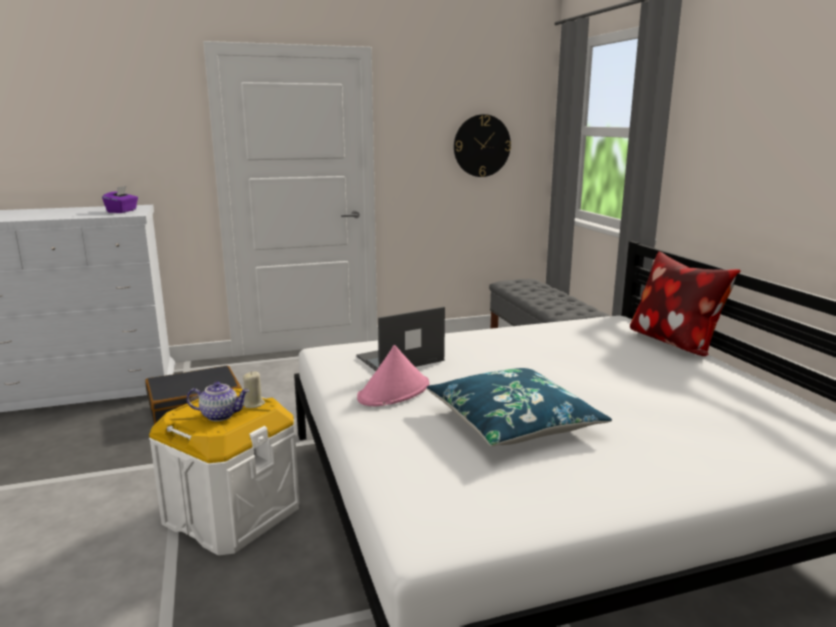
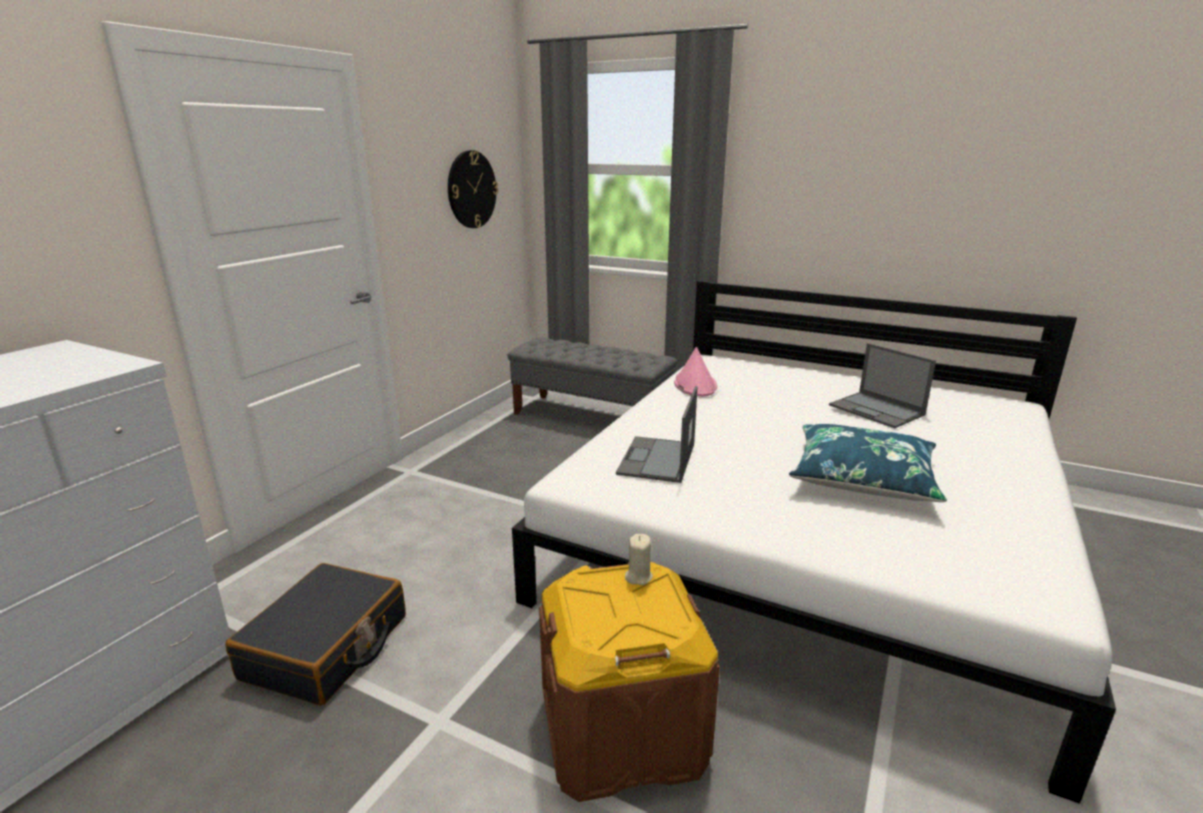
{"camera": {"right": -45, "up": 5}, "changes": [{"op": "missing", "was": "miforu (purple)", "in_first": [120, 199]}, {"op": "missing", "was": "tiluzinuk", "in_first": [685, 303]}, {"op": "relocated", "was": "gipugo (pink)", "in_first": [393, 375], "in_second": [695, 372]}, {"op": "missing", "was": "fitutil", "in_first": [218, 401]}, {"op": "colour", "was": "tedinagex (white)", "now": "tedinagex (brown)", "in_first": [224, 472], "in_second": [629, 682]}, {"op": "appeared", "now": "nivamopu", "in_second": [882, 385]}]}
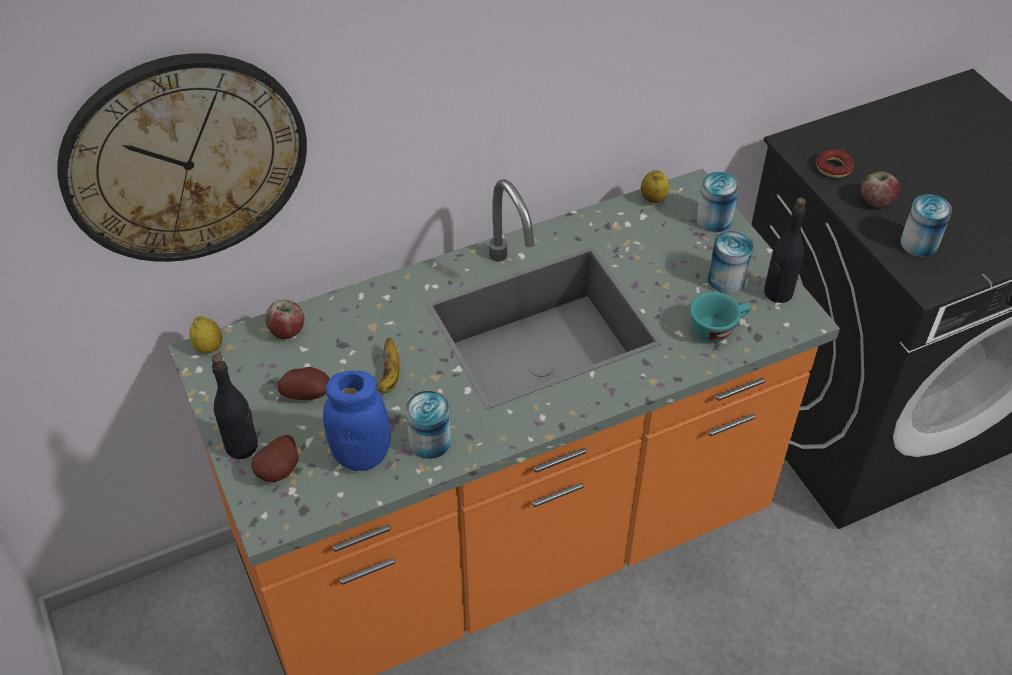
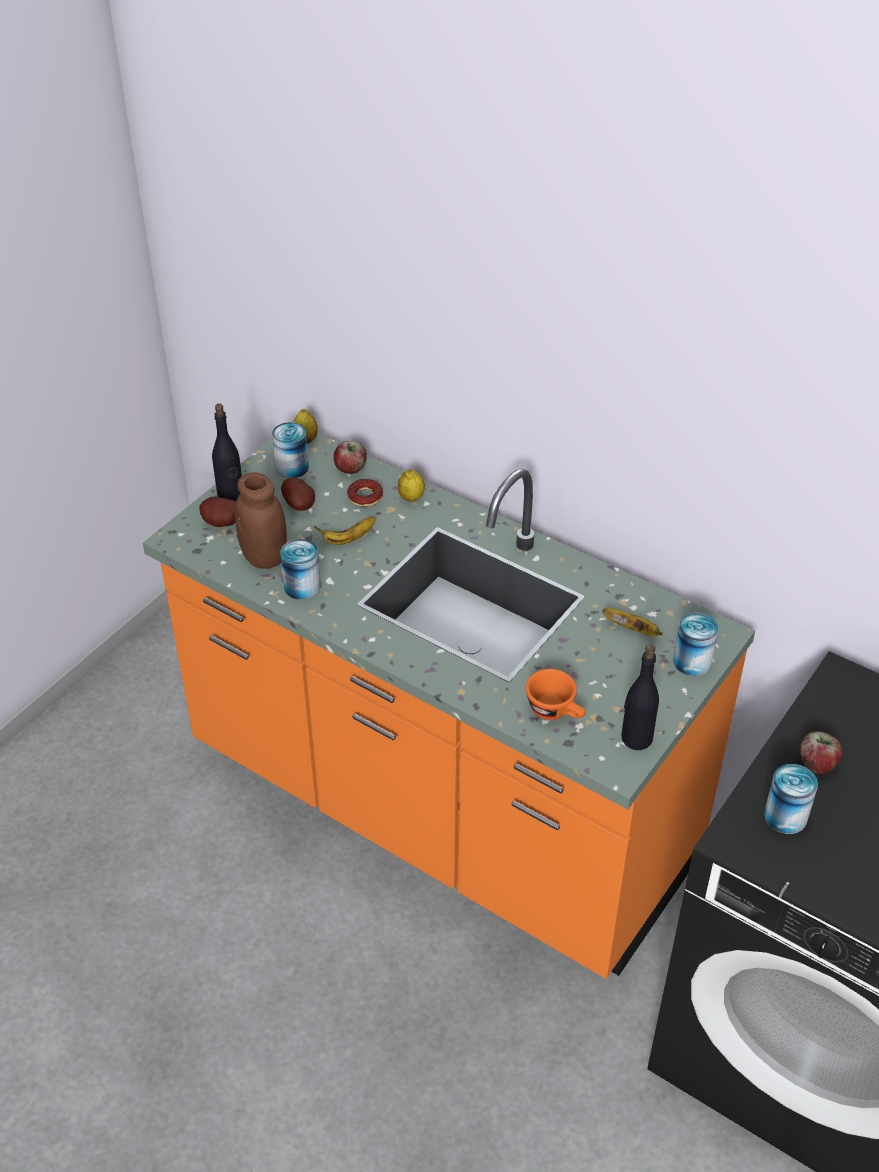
{"camera": {"right": 60, "up": -5}, "changes": [{"op": "missing", "was": "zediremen", "in_first": [182, 157]}, {"op": "relocated", "was": "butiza", "in_first": [835, 163], "in_second": [365, 493]}, {"op": "relocated", "was": "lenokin", "in_first": [655, 186], "in_second": [411, 485]}, {"op": "relocated", "was": "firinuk", "in_first": [730, 262], "in_second": [290, 450]}, {"op": "colour", "was": "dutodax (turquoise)", "now": "dutodax (orange)", "in_first": [720, 317], "in_second": [556, 694]}, {"op": "colour", "was": "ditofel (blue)", "now": "ditofel (brown)", "in_first": [357, 421], "in_second": [261, 520]}, {"op": "appeared", "now": "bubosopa", "in_second": [632, 622]}]}
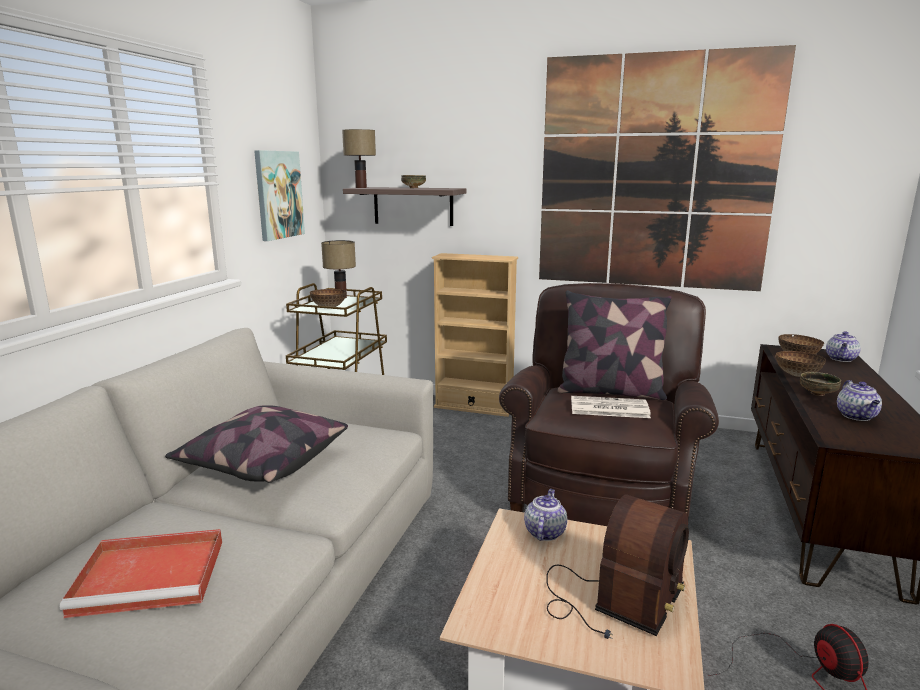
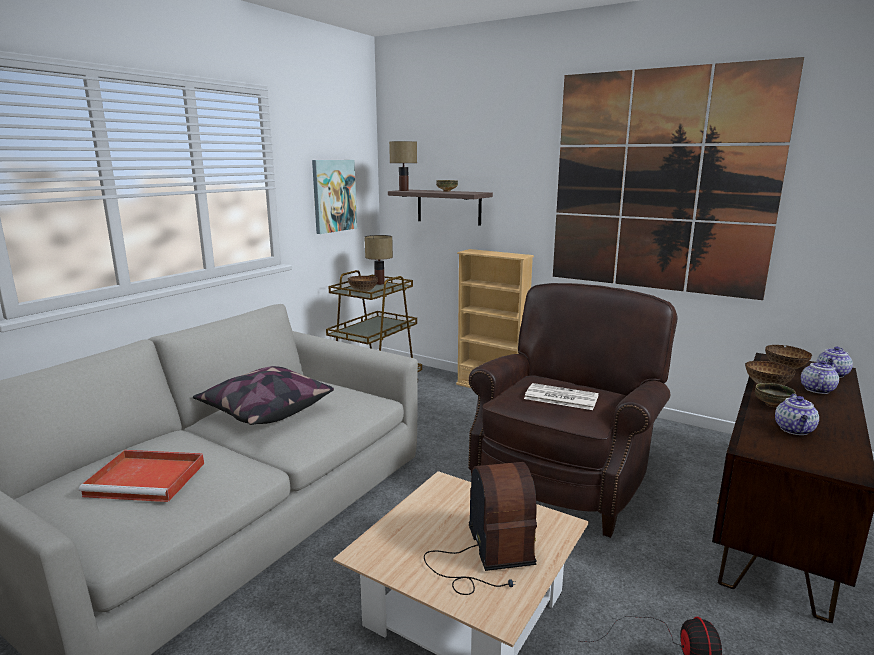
{"camera": {"right": 15, "up": 0}, "changes": [{"op": "missing", "was": "tiluzinuk", "in_first": [614, 345]}, {"op": "relocated", "was": "fitutil", "in_first": [545, 515], "in_second": [820, 377]}, {"op": "spun", "was": "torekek", "in_first": [617, 566], "in_second": [480, 528], "clockwise": -60}]}
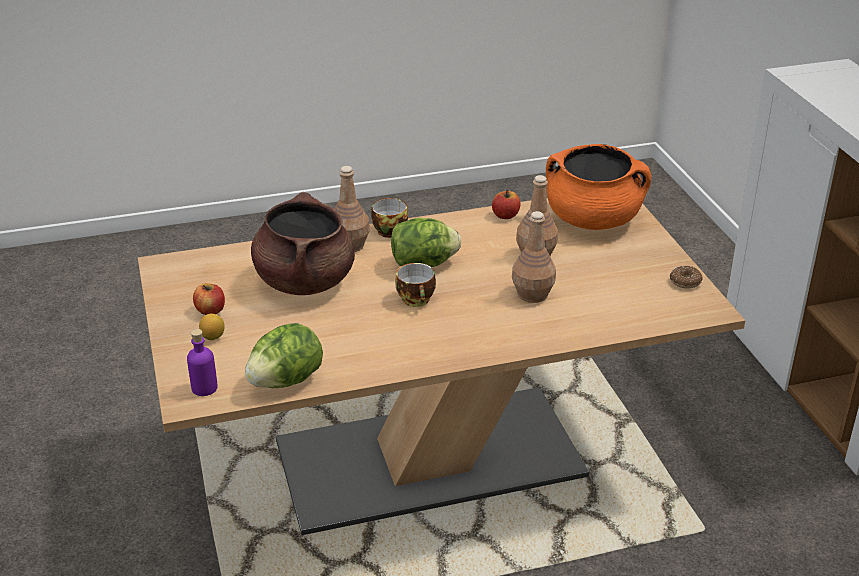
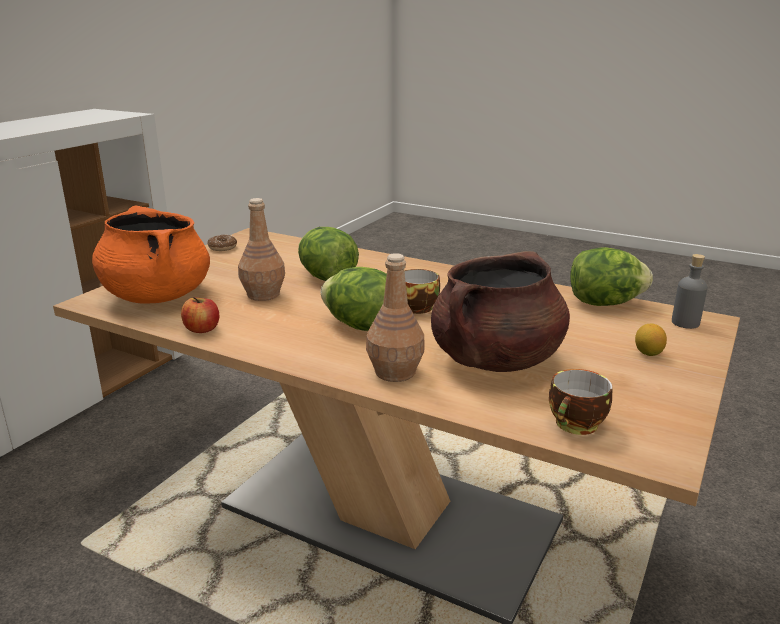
{"camera": {"right": -135, "up": -10}, "changes": [{"op": "relocated", "was": "dutodax", "in_first": [389, 218], "in_second": [581, 402]}, {"op": "exchanged", "was": "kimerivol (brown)", "now": "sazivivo", "in_first": [534, 257], "in_second": [328, 254]}, {"op": "missing", "was": "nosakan", "in_first": [209, 299]}, {"op": "colour", "was": "kimerivol (purple)", "now": "kimerivol (grey)", "in_first": [202, 362], "in_second": [689, 291]}]}
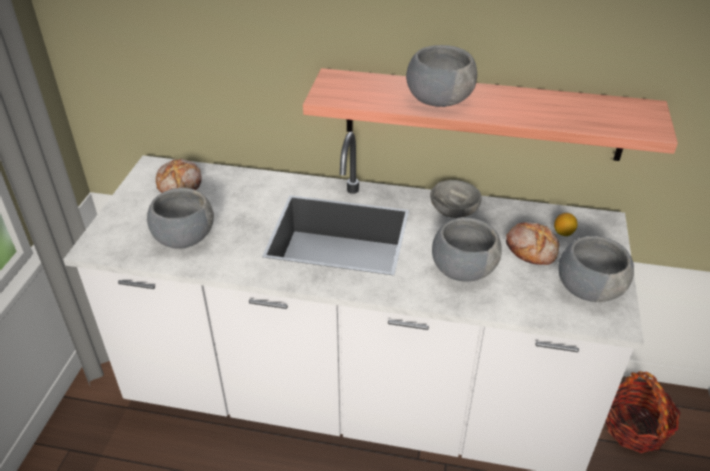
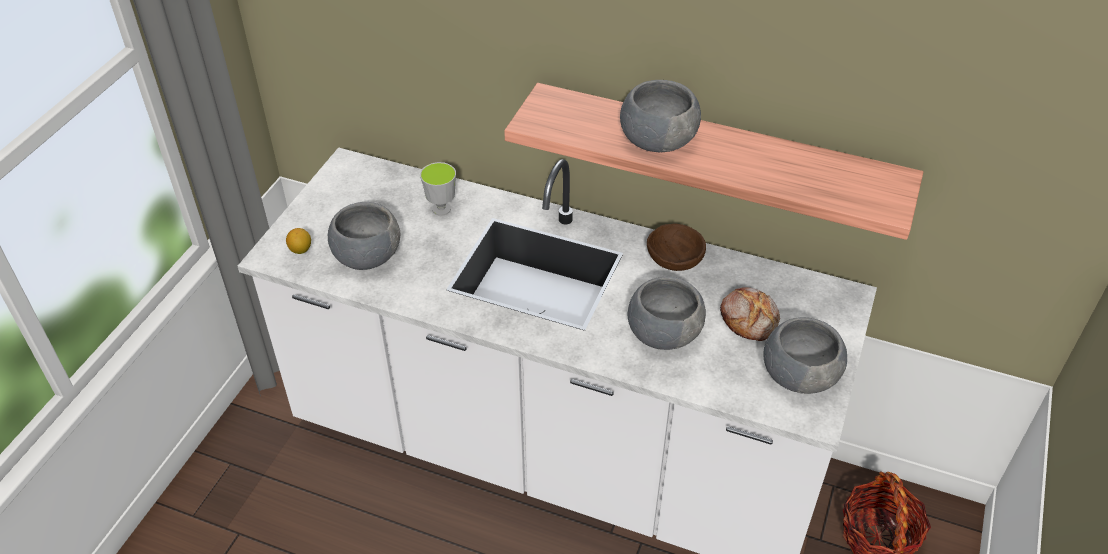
{"camera": {"right": 10, "up": 5}, "changes": [{"op": "missing", "was": "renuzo", "in_first": [179, 176]}, {"op": "colour", "was": "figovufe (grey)", "now": "figovufe (brown)", "in_first": [456, 199], "in_second": [676, 247]}, {"op": "relocated", "was": "lenokin", "in_first": [565, 224], "in_second": [298, 241]}, {"op": "appeared", "now": "dutodax", "in_second": [438, 189]}]}
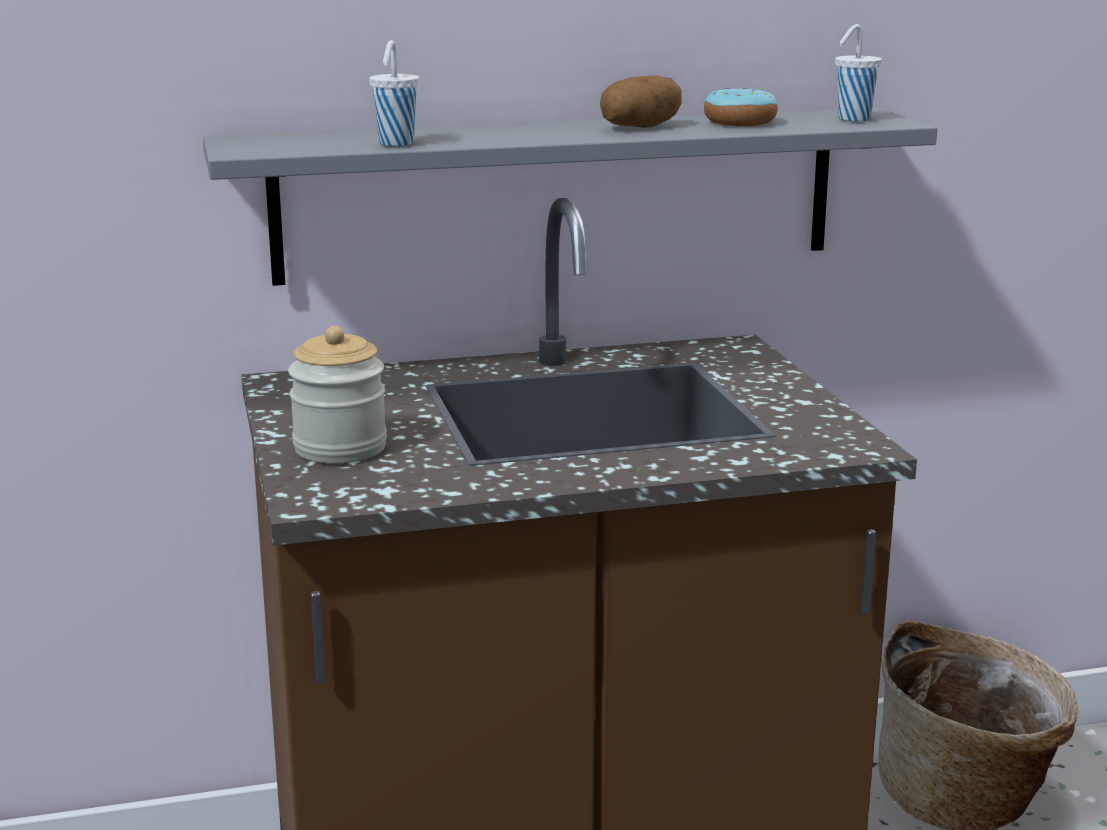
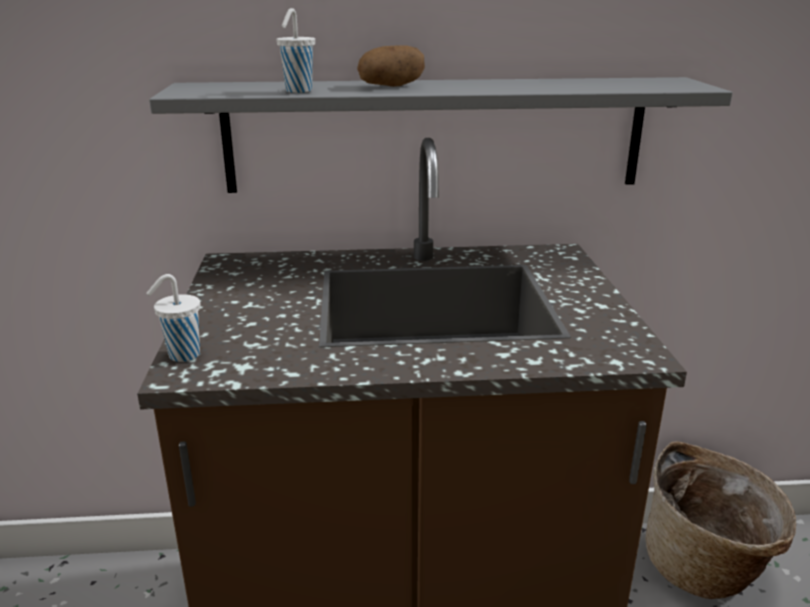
{"camera": {"right": 10, "up": 5}, "changes": [{"op": "relocated", "was": "dutodax (white)", "in_first": [858, 73], "in_second": [173, 318]}, {"op": "relocated", "was": "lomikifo", "in_first": [640, 101], "in_second": [391, 66]}, {"op": "missing", "was": "butiza", "in_first": [741, 107]}, {"op": "missing", "was": "ditofel", "in_first": [337, 394]}]}
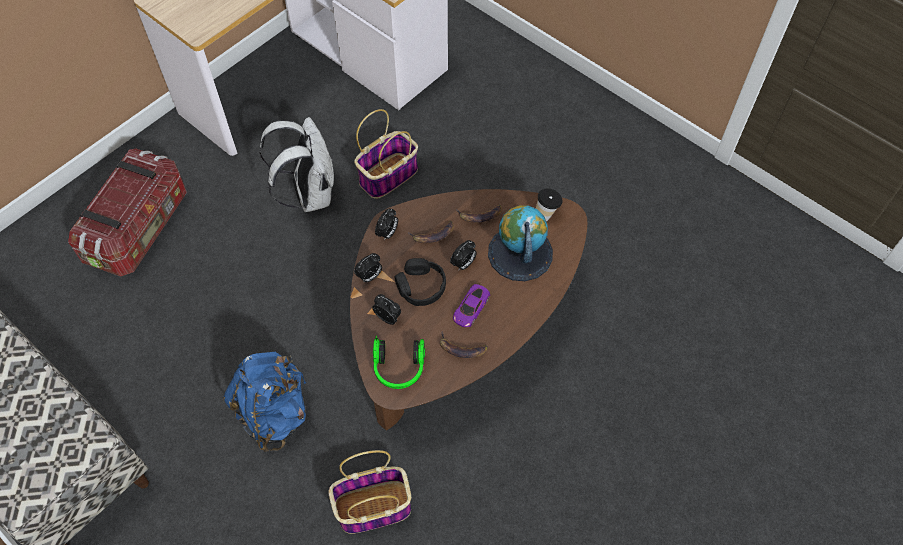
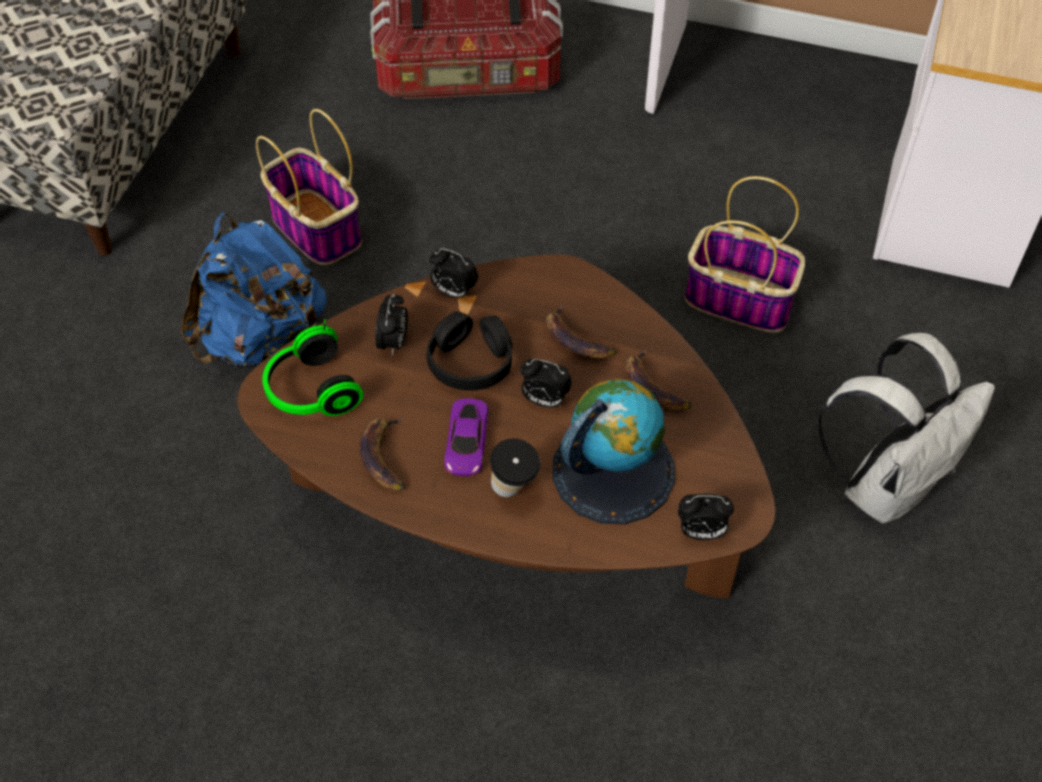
{"camera": {"right": 65, "up": -5}, "changes": [{"op": "relocated", "was": "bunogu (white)", "in_first": [297, 164], "in_second": [907, 428]}, {"op": "relocated", "was": "dutodax", "in_first": [549, 205], "in_second": [515, 468]}, {"op": "relocated", "was": "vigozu", "in_first": [386, 225], "in_second": [706, 516]}, {"op": "spun", "was": "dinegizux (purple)", "in_first": [471, 305], "in_second": [466, 437], "clockwise": -90}, {"op": "relocated", "was": "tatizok", "in_first": [369, 492], "in_second": [309, 187]}]}
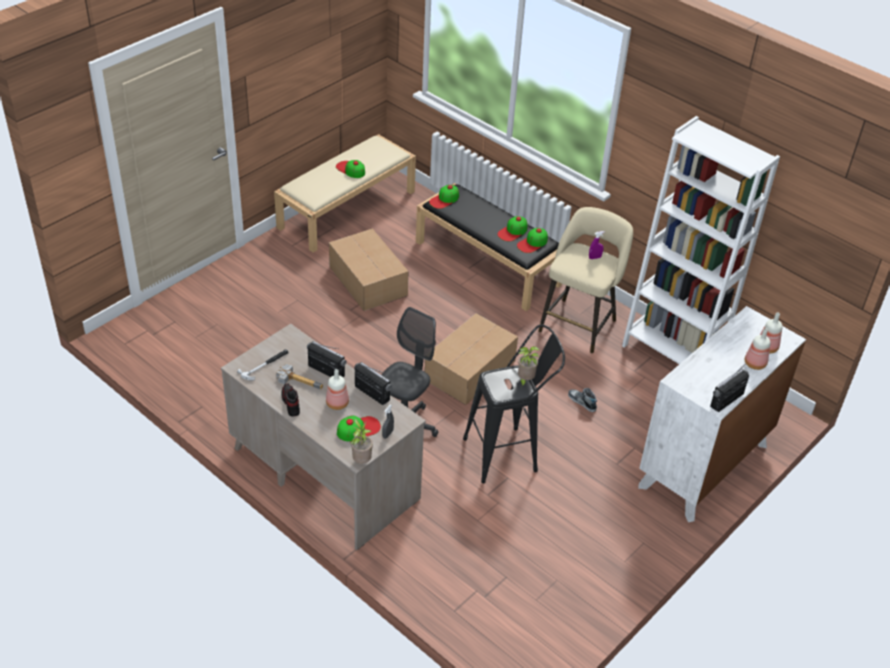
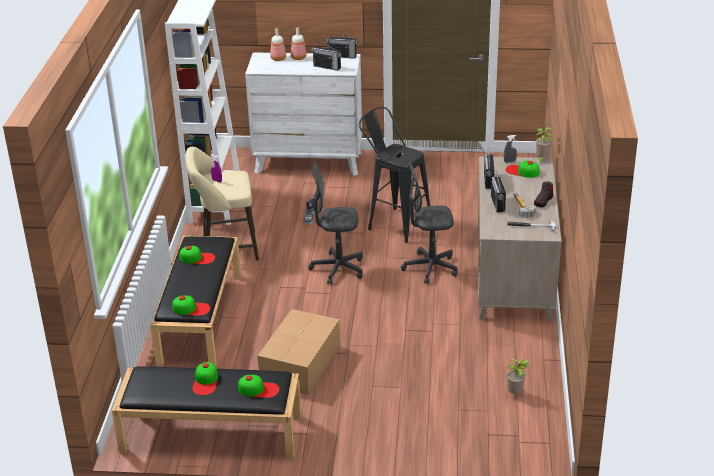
{"camera": {"right": -125, "up": -10}, "changes": [{"op": "colour", "was": "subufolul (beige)", "now": "subufolul (black)", "in_first": [345, 193], "in_second": [206, 413]}, {"op": "relocated", "was": "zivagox", "in_first": [532, 240], "in_second": [258, 386]}, {"op": "exchanged", "was": "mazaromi", "now": "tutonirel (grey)", "in_first": [471, 359], "in_second": [335, 223]}, {"op": "relocated", "was": "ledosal", "in_first": [529, 366], "in_second": [518, 376]}, {"op": "missing", "was": "kimerivol", "in_first": [337, 389]}, {"op": "appeared", "now": "torekek", "in_second": [326, 55]}]}
